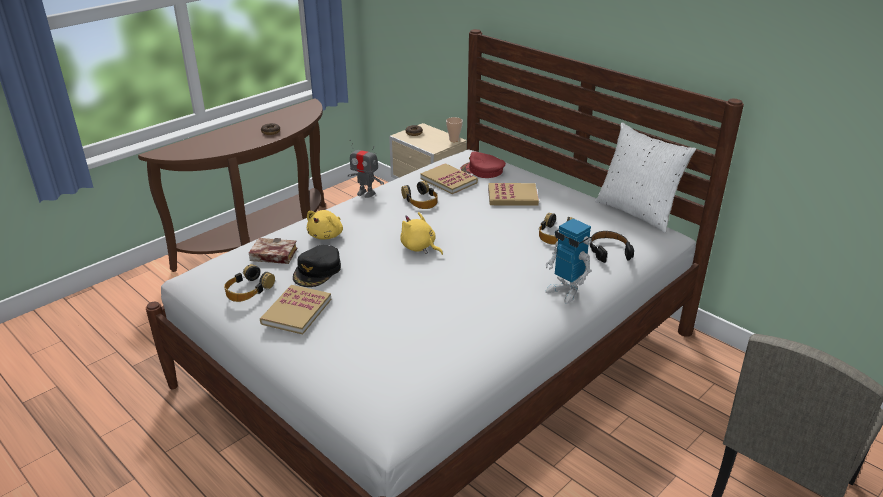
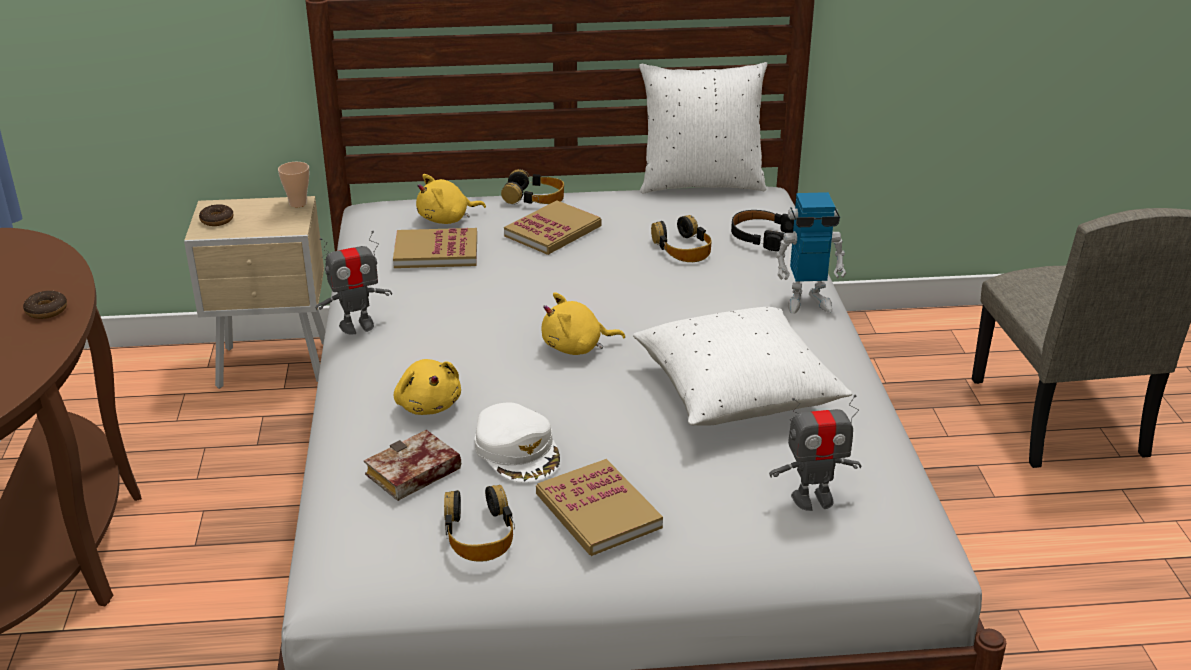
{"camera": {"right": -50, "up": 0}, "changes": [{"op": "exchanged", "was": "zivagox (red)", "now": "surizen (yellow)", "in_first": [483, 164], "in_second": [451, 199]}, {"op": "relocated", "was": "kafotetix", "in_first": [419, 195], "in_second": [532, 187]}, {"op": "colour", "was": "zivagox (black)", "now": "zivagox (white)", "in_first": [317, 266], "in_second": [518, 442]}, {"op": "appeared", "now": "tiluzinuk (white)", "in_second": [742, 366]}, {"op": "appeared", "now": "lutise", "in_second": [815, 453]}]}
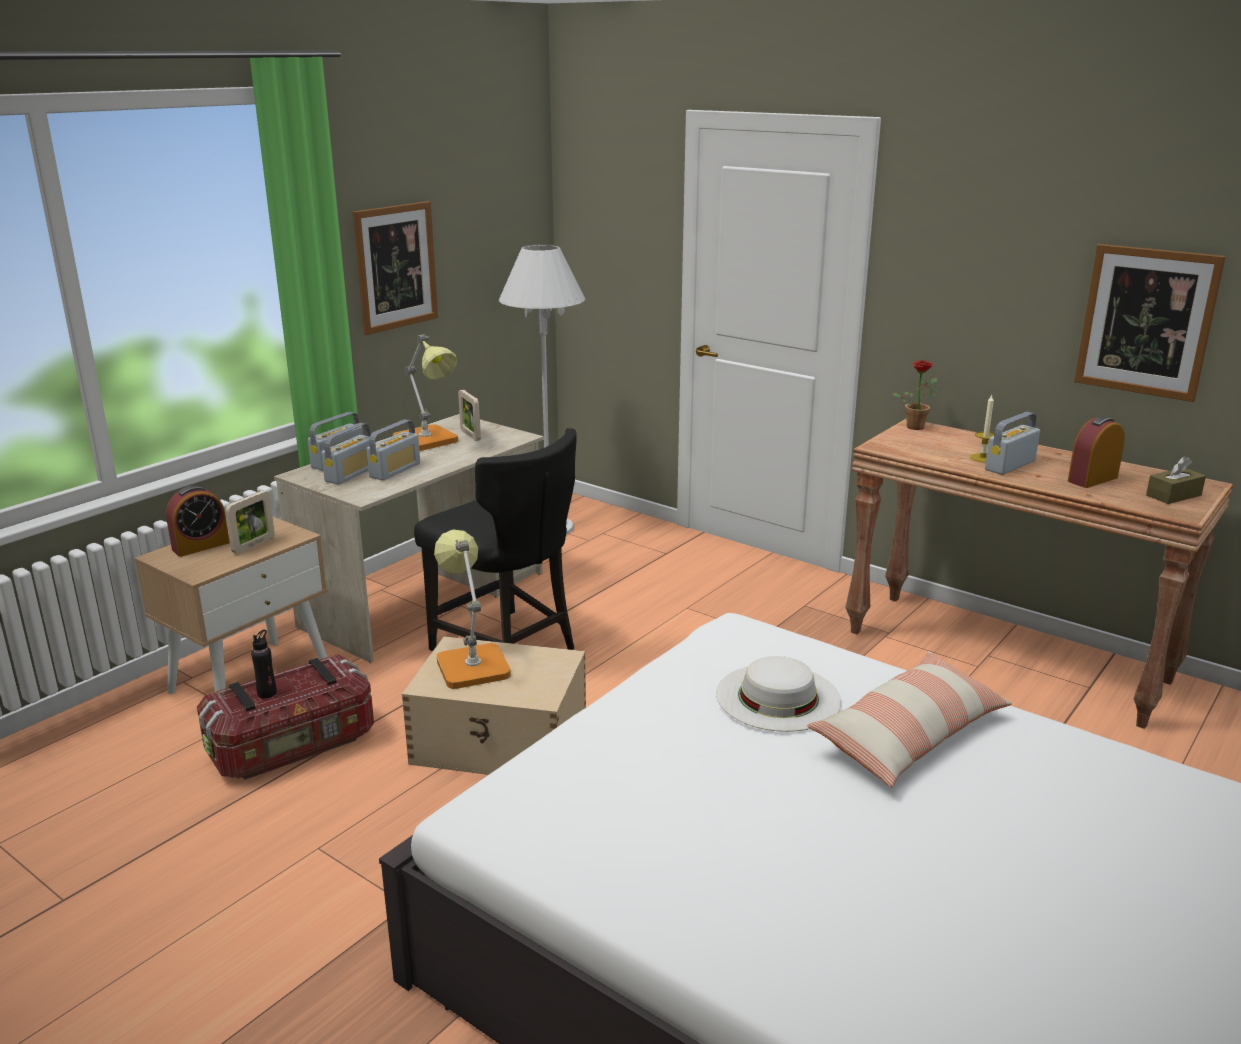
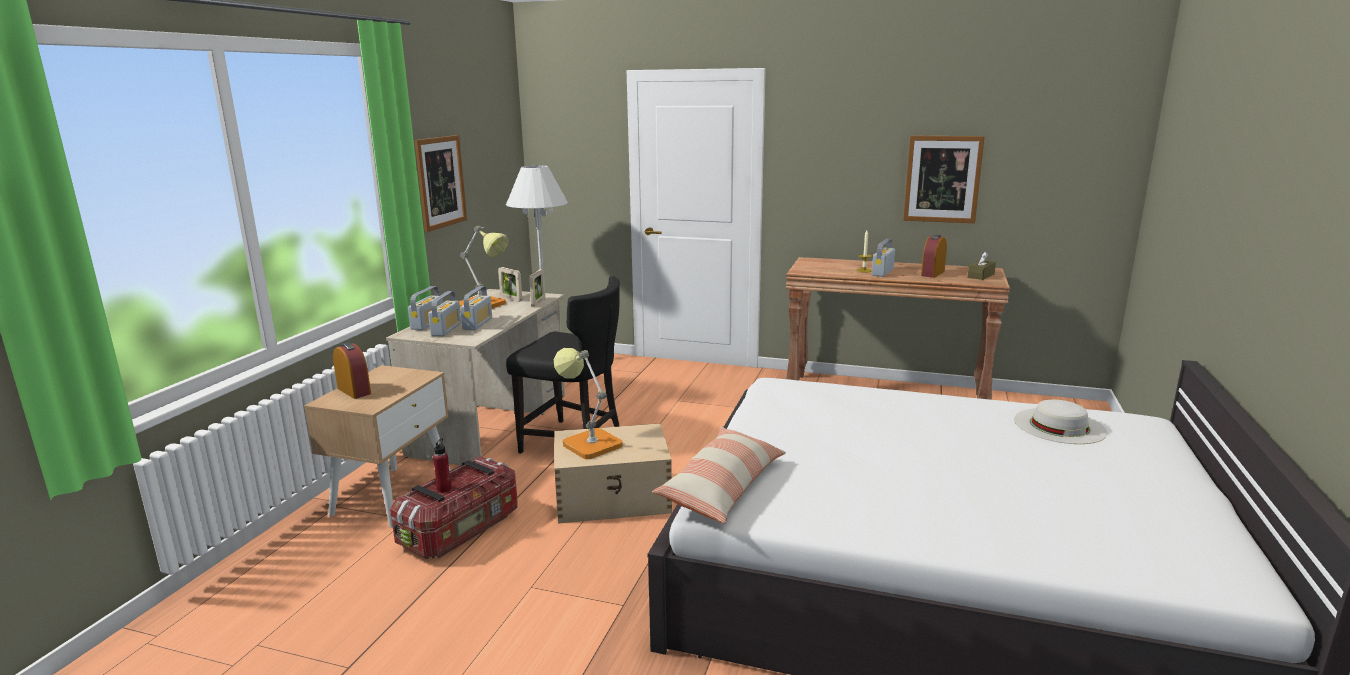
{"camera": {"right": -20, "up": -5}, "changes": [{"op": "missing", "was": "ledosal", "in_first": [915, 395]}, {"op": "spun", "was": "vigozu", "in_first": [198, 521], "in_second": [352, 370], "clockwise": -75}, {"op": "relocated", "was": "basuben", "in_first": [250, 522], "in_second": [537, 288]}, {"op": "colour", "was": "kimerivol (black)", "now": "kimerivol (red)", "in_first": [264, 664], "in_second": [442, 465]}, {"op": "relocated", "was": "tiluzinuk", "in_first": [909, 719], "in_second": [719, 475]}, {"op": "relocated", "was": "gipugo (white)", "in_first": [778, 694], "in_second": [1060, 422]}]}
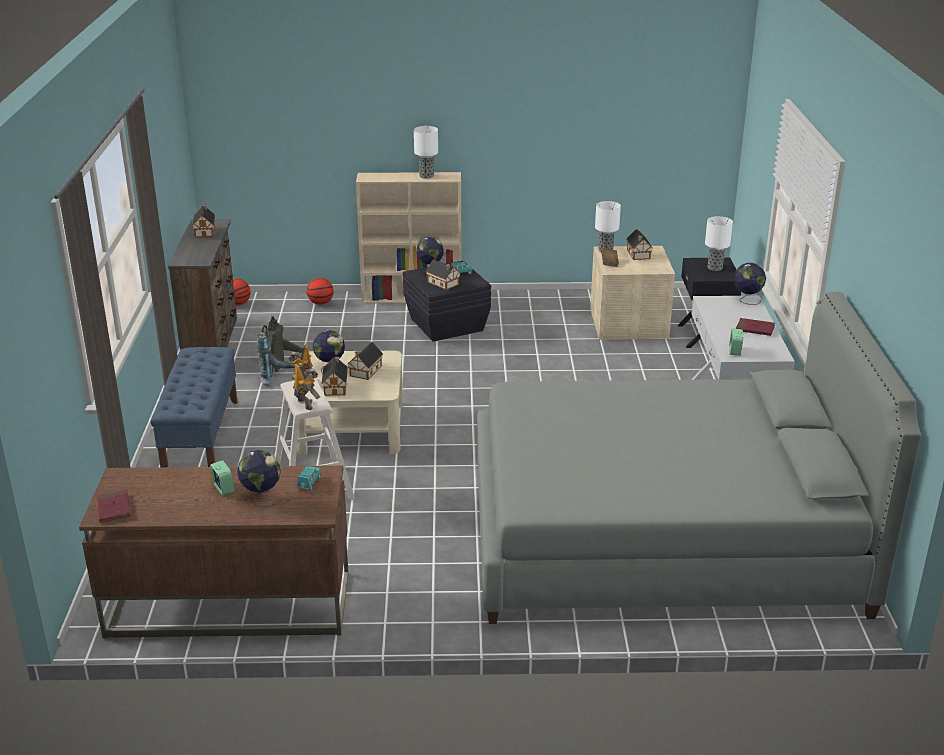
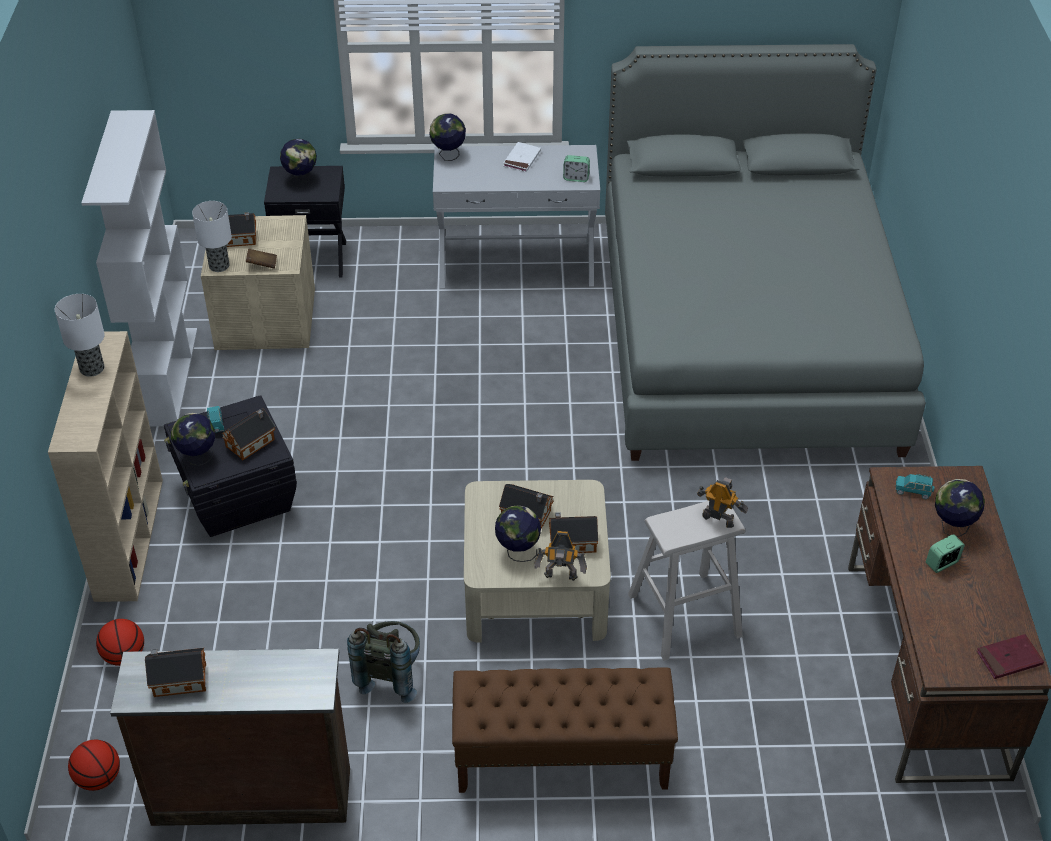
{"camera": {"right": -90, "up": 15}, "changes": [{"op": "exchanged", "was": "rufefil", "now": "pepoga", "in_first": [719, 243], "in_second": [298, 163]}, {"op": "colour", "was": "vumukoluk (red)", "now": "vumukoluk (white)", "in_first": [755, 327], "in_second": [522, 157]}, {"op": "colour", "was": "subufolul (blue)", "now": "subufolul (brown)", "in_first": [194, 407], "in_second": [565, 730]}, {"op": "spun", "was": "lutise", "in_first": [306, 386], "in_second": [722, 502], "clockwise": 60}, {"op": "appeared", "now": "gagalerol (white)", "in_second": [139, 268]}]}
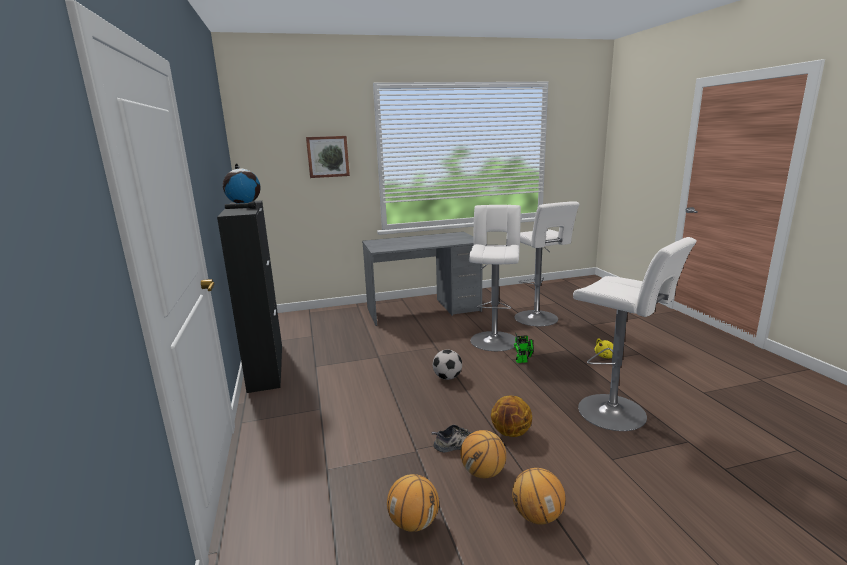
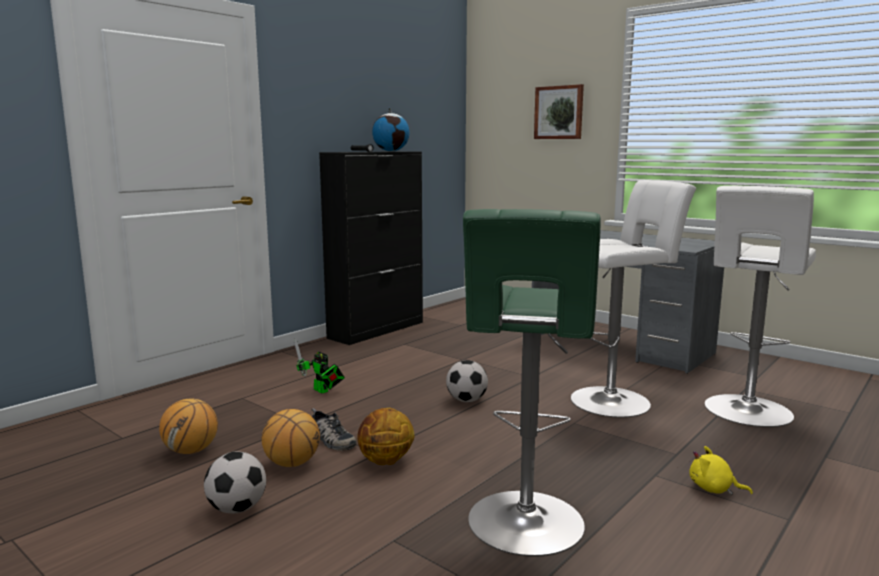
{"camera": {"right": 55, "up": -5}, "changes": [{"op": "colour", "was": "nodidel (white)", "now": "nodidel (green)", "in_first": [635, 334], "in_second": [532, 383]}, {"op": "relocated", "was": "lutise", "in_first": [524, 348], "in_second": [319, 366]}, {"op": "exchanged", "was": "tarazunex", "now": "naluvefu", "in_first": [538, 496], "in_second": [235, 482]}]}
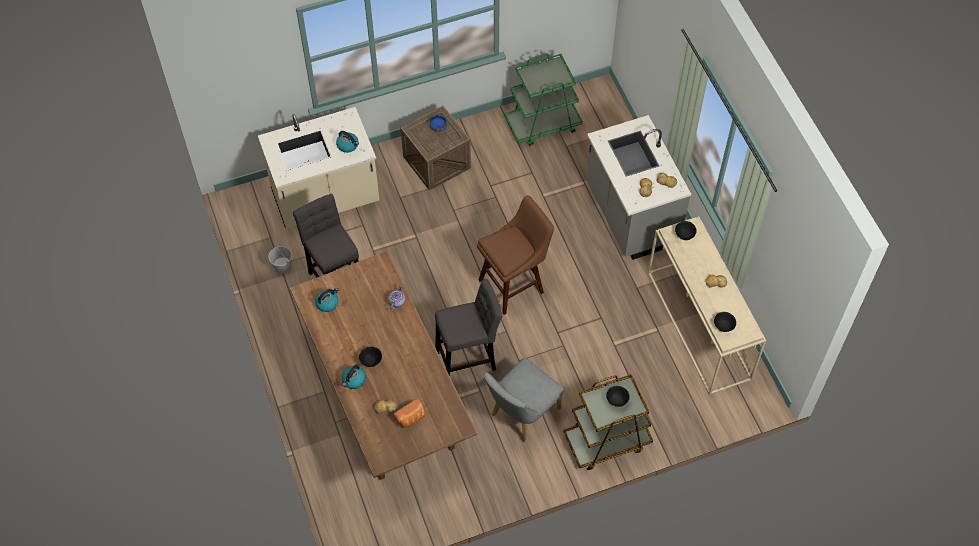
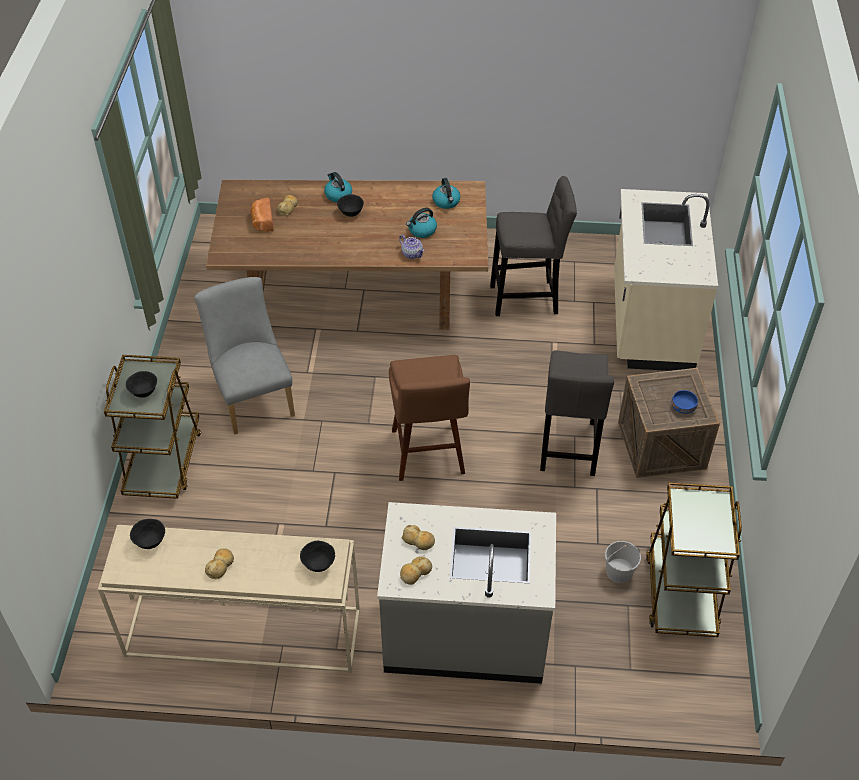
{"camera": {"right": 115, "up": -10}, "changes": [{"op": "colour", "was": "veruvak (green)", "now": "veruvak (brown)", "in_first": [543, 99], "in_second": [694, 559]}, {"op": "relocated", "was": "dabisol", "in_first": [347, 142], "in_second": [421, 223]}, {"op": "relocated", "was": "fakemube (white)", "in_first": [280, 260], "in_second": [623, 562]}, {"op": "relocated", "was": "nodidel (grey)", "in_first": [468, 327], "in_second": [577, 413]}]}
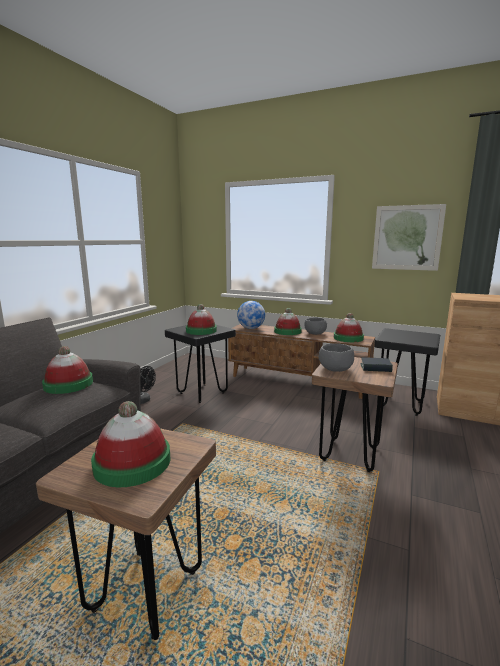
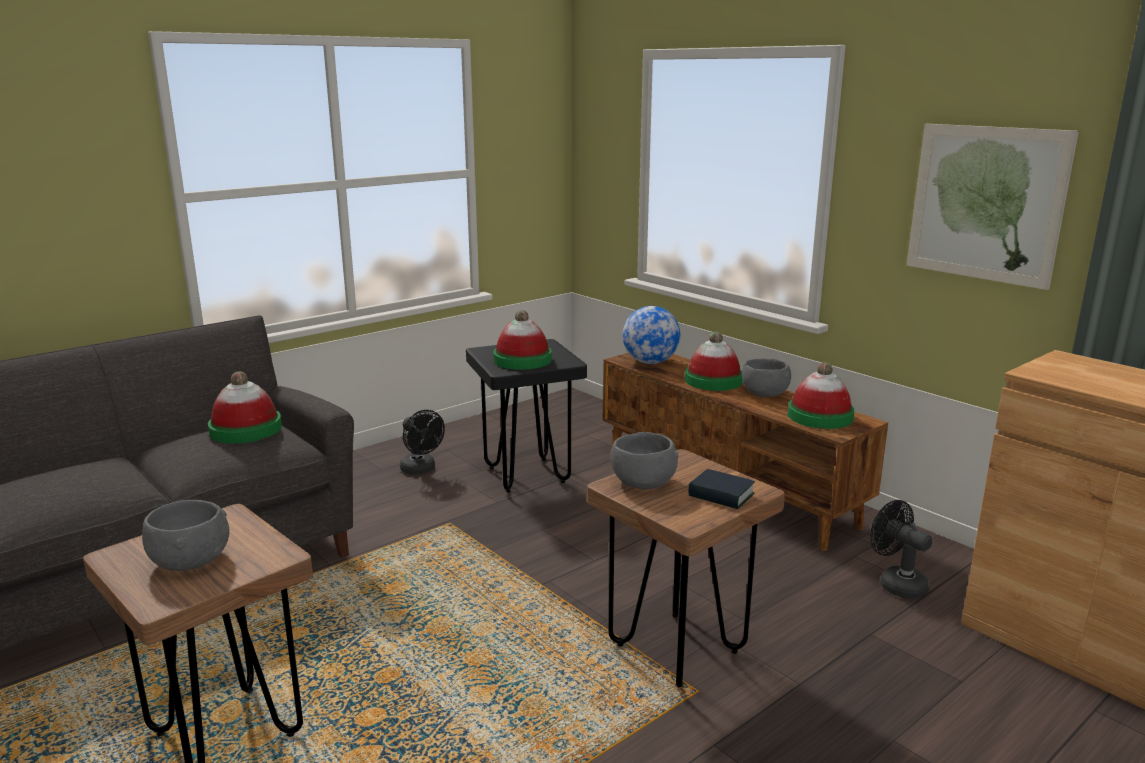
{"camera": {"right": 25, "up": 5}, "changes": [{"op": "exchanged", "was": "nodidel (black)", "now": "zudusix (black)", "in_first": [407, 372], "in_second": [901, 549]}, {"op": "exchanged", "was": "gipugo", "now": "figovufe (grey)", "in_first": [131, 444], "in_second": [185, 535]}]}
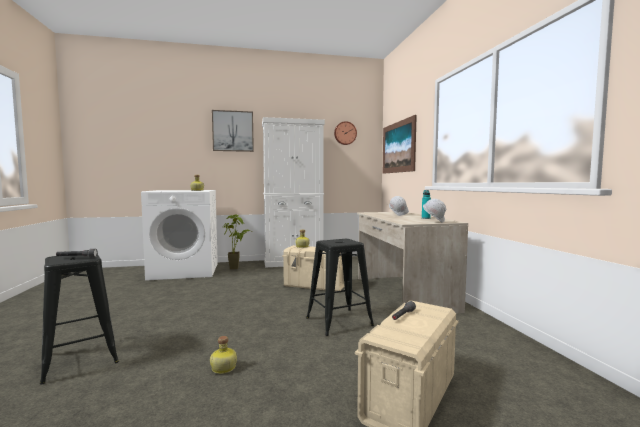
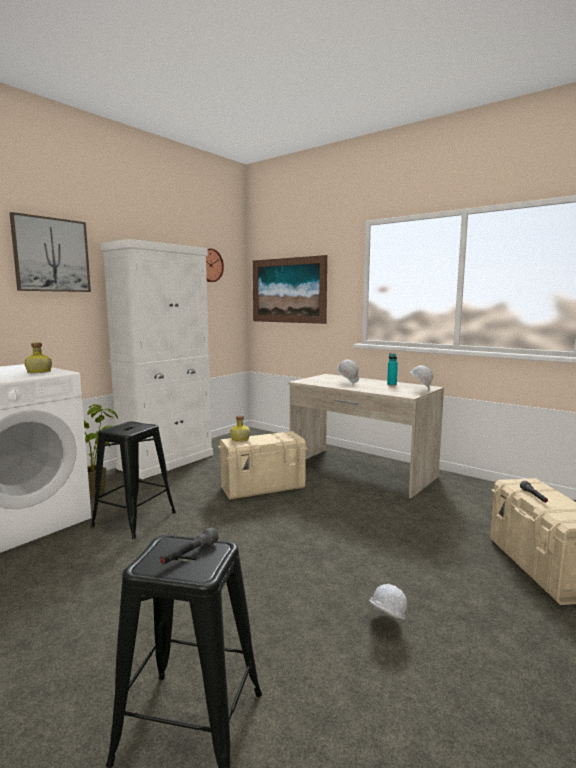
{"camera": {"right": -40, "up": 5}, "changes": [{"op": "relocated", "was": "nodidel (black)", "in_first": [340, 287], "in_second": [133, 480]}, {"op": "exchanged", "was": "kimerivol", "now": "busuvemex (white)", "in_first": [223, 355], "in_second": [388, 601]}]}
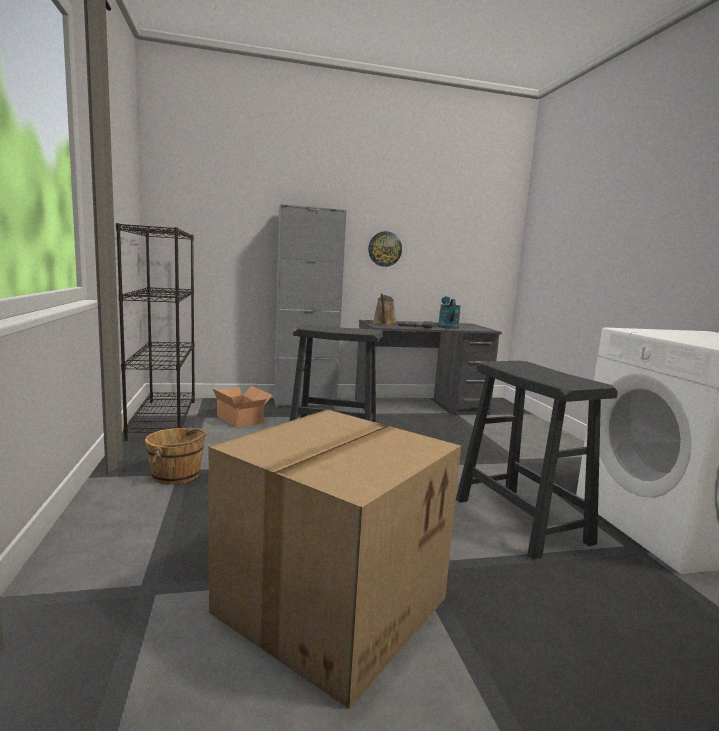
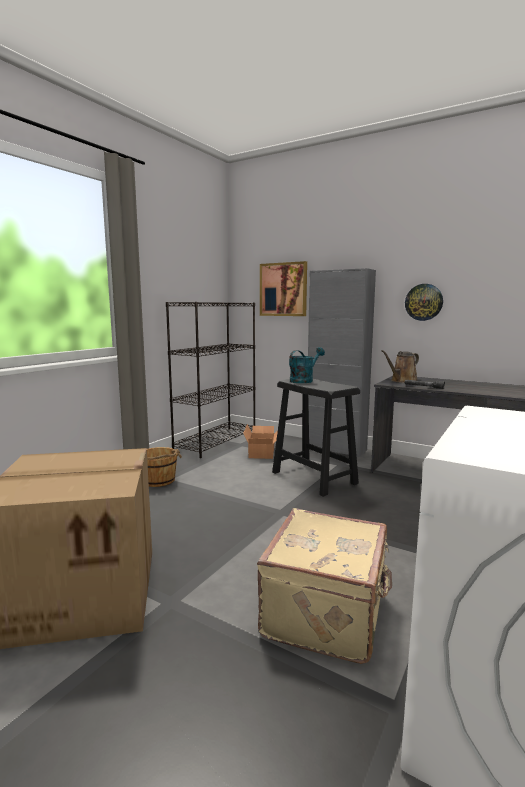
{"camera": {"right": 45, "up": 0}, "changes": [{"op": "relocated", "was": "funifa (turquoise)", "in_first": [449, 312], "in_second": [307, 365]}, {"op": "exchanged", "was": "nodidel (black)", "now": "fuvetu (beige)", "in_first": [537, 460], "in_second": [324, 586]}, {"op": "appeared", "now": "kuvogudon", "in_second": [283, 288]}]}
